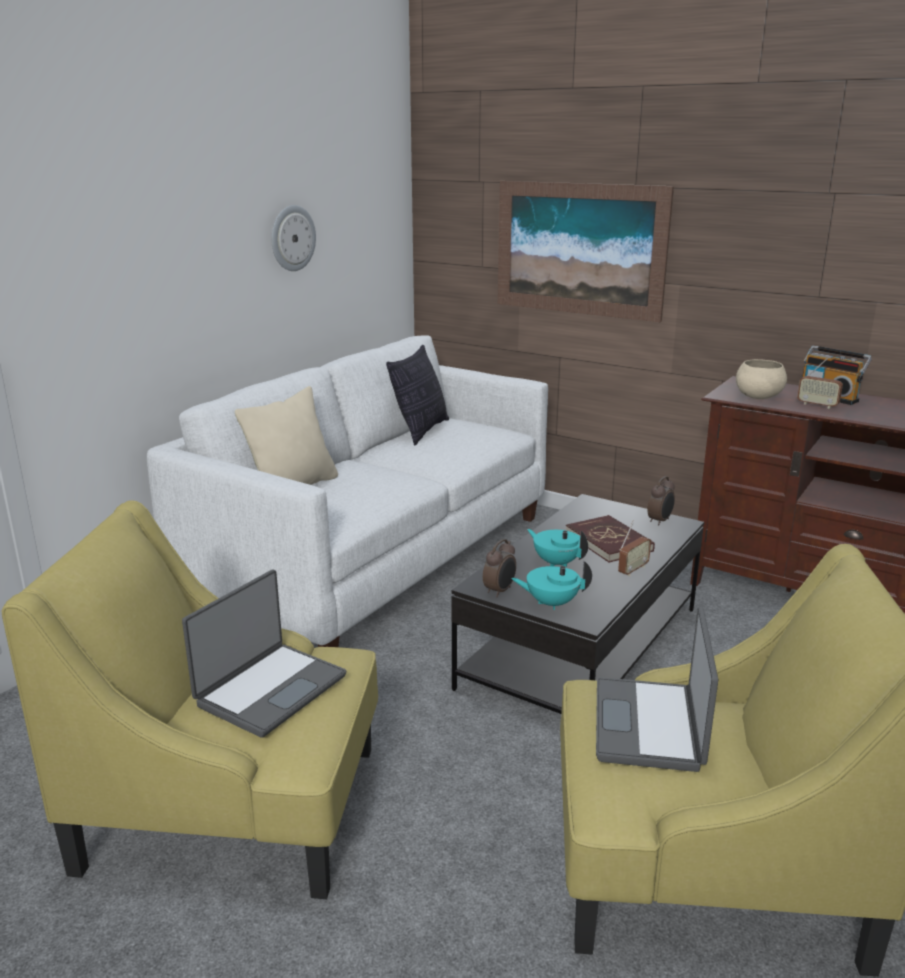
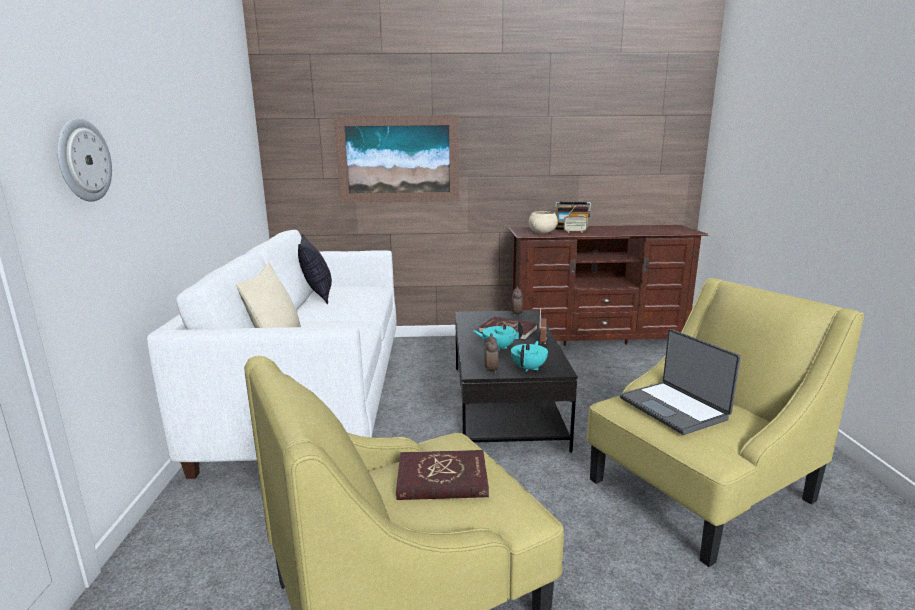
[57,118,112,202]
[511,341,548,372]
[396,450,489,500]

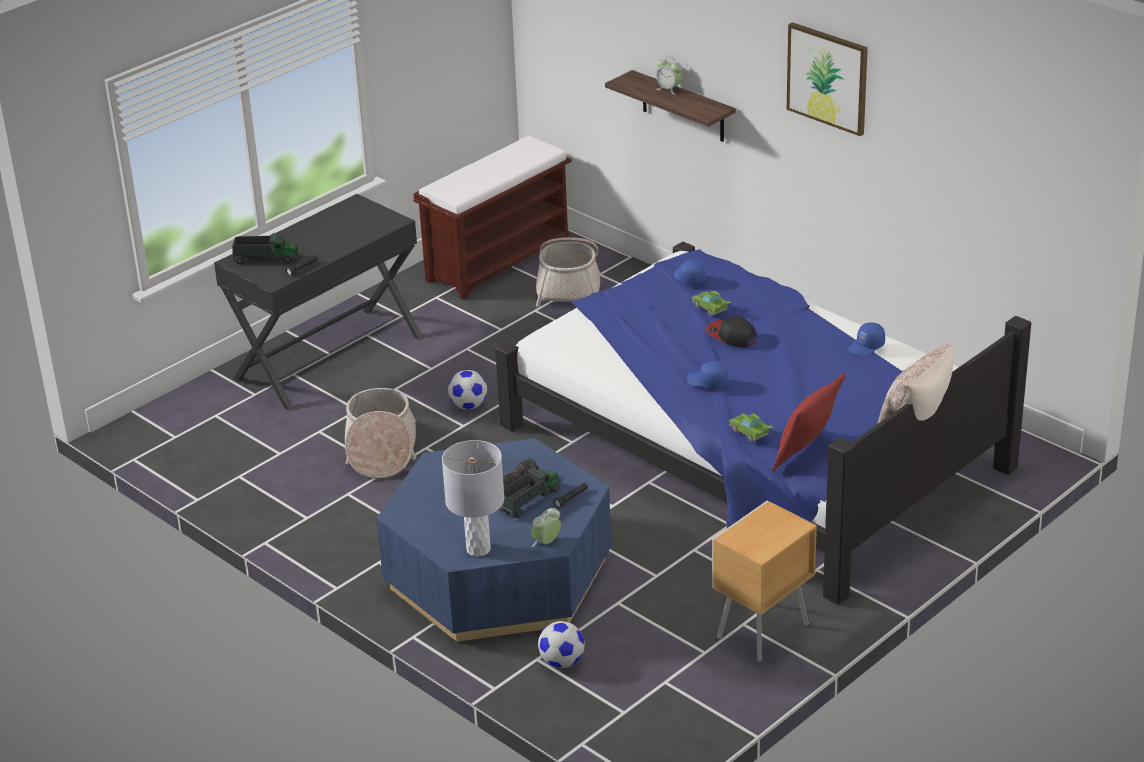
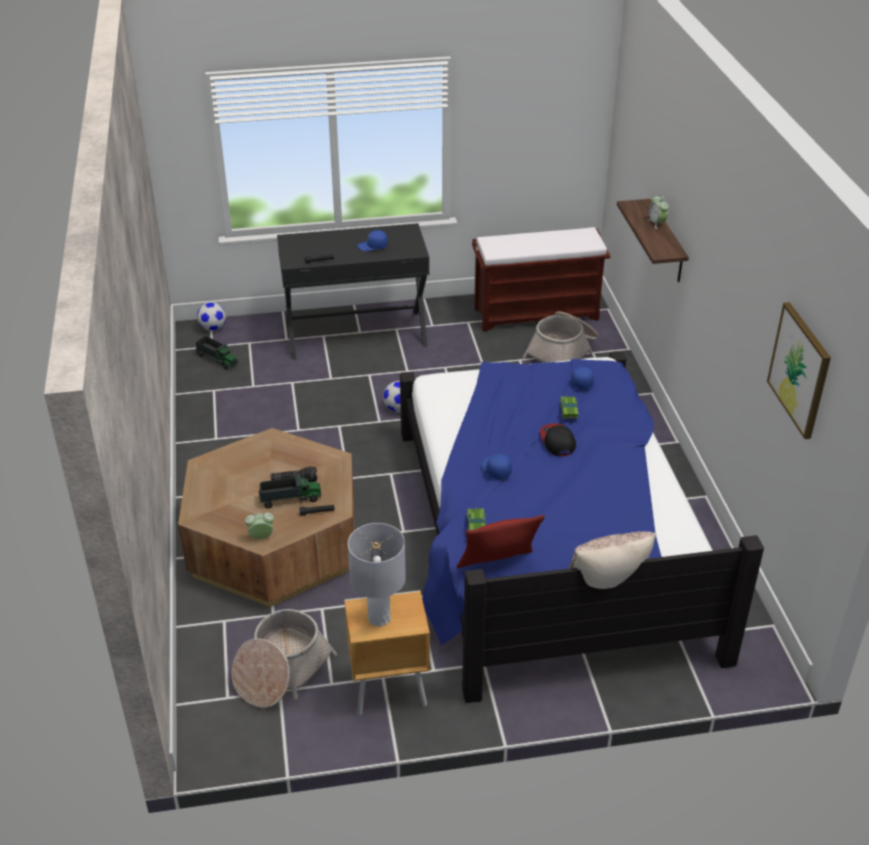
[767,302,831,439]
[196,336,238,369]
[358,230,388,251]
[231,609,337,708]
[178,428,354,607]
[348,523,406,627]
[197,302,226,331]

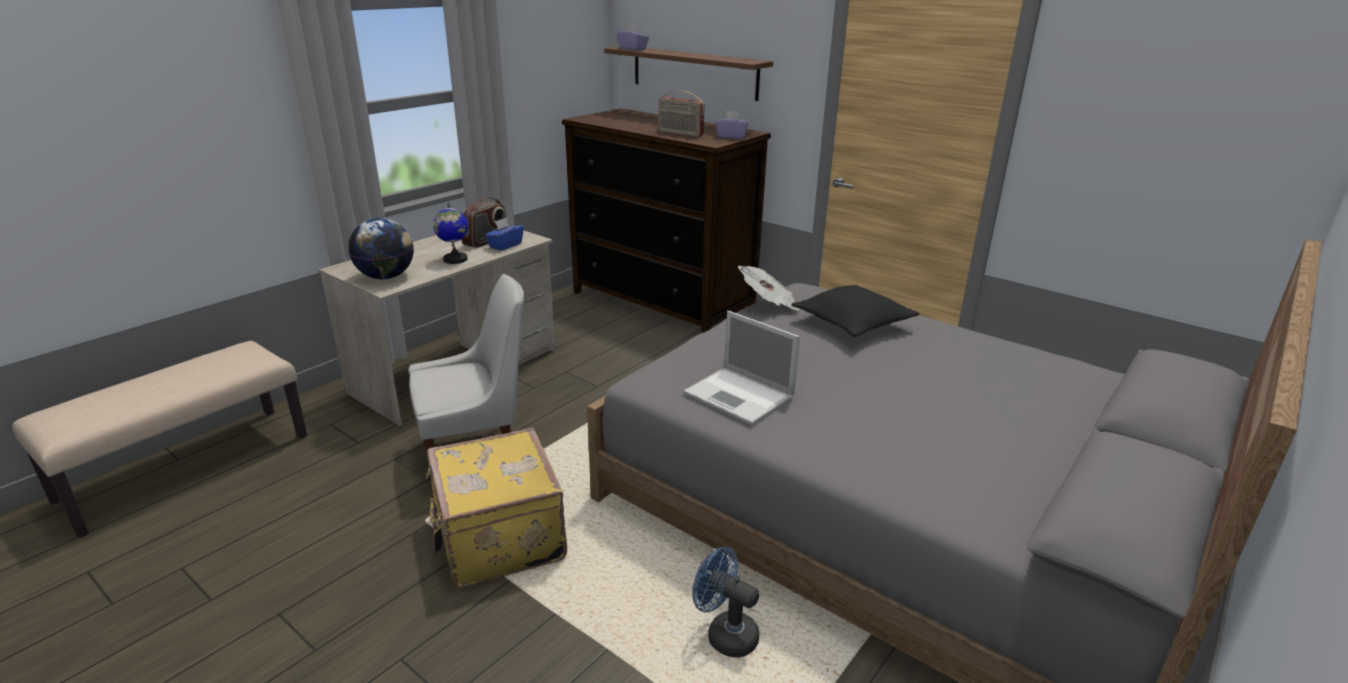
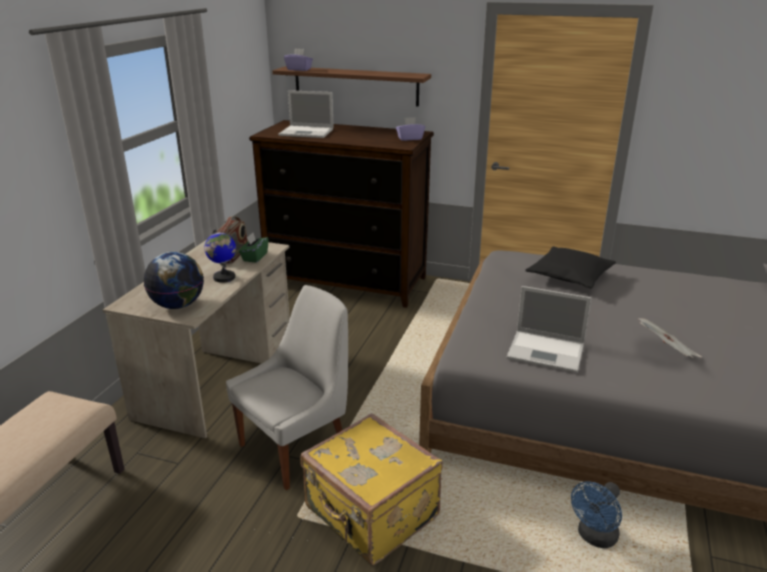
[658,90,705,137] (first image)
[239,233,269,263]
[639,318,702,358]
[571,481,622,548]
[279,90,334,138]

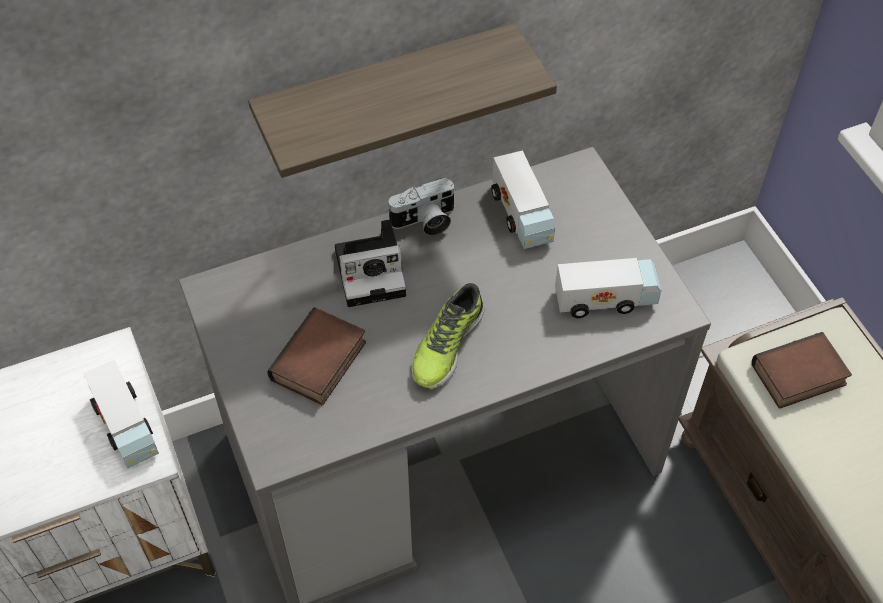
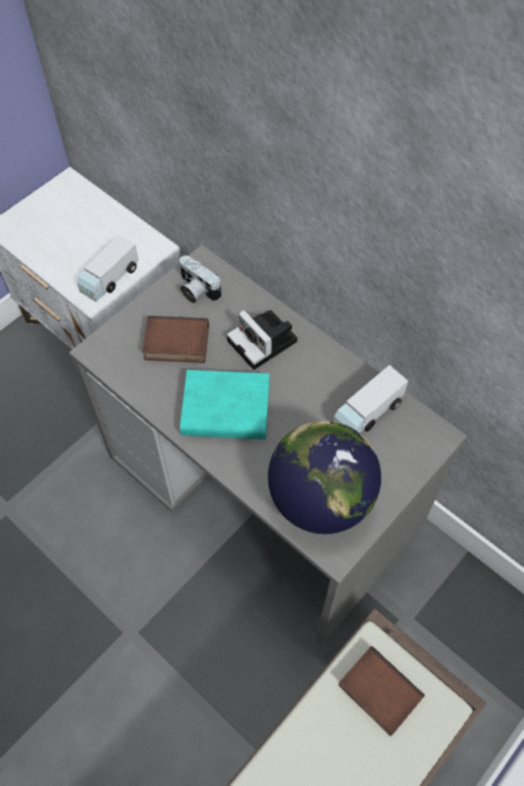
[248,23,557,178] (first image)
[180,255,221,303]
[268,420,381,534]
[180,370,269,440]

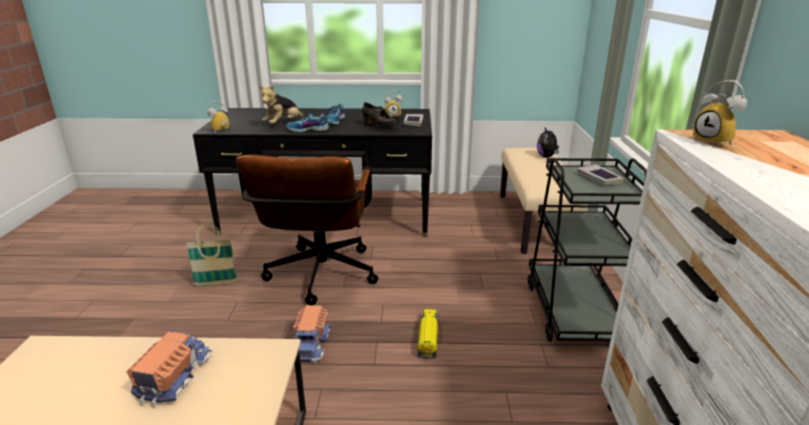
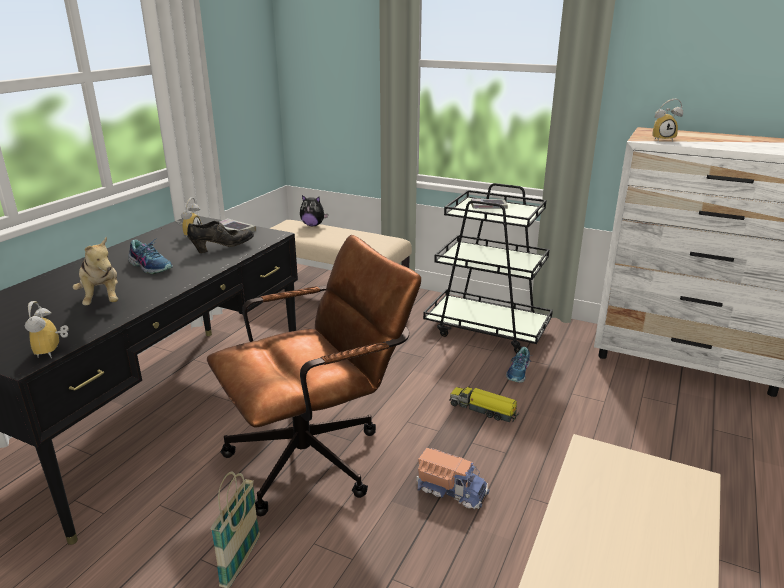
[506,347,530,382]
[207,235,421,516]
[126,330,213,408] (first image)

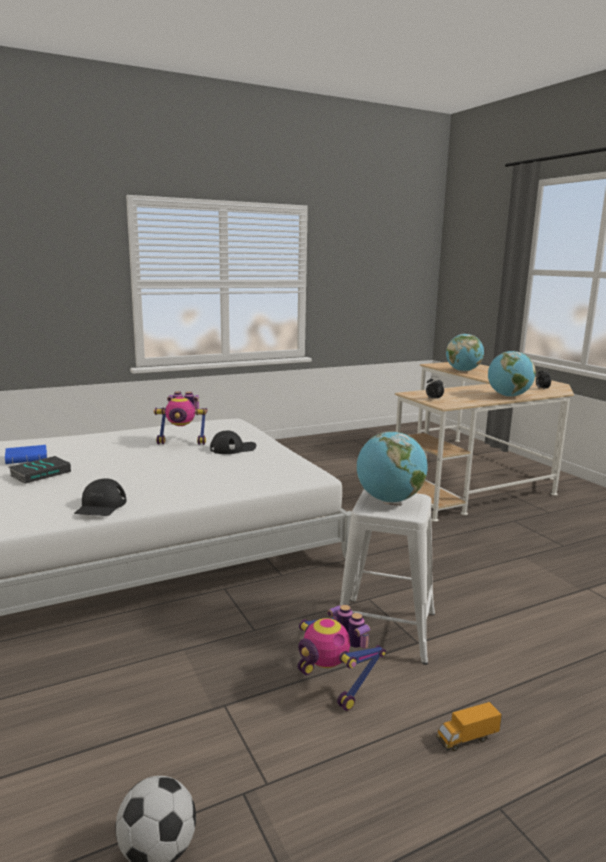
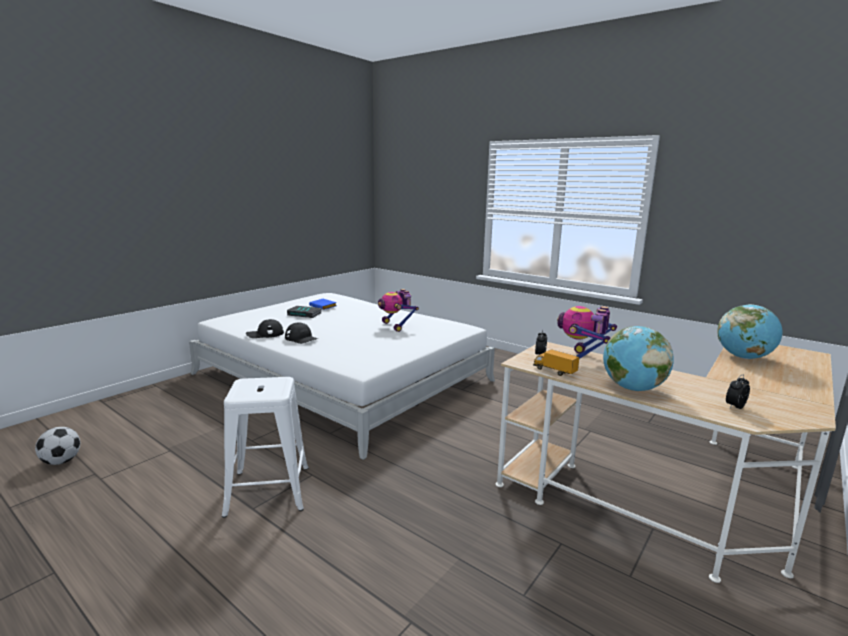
[285,323,318,344]
[357,431,428,502] (first image)
[557,306,617,359]
[533,349,579,376]

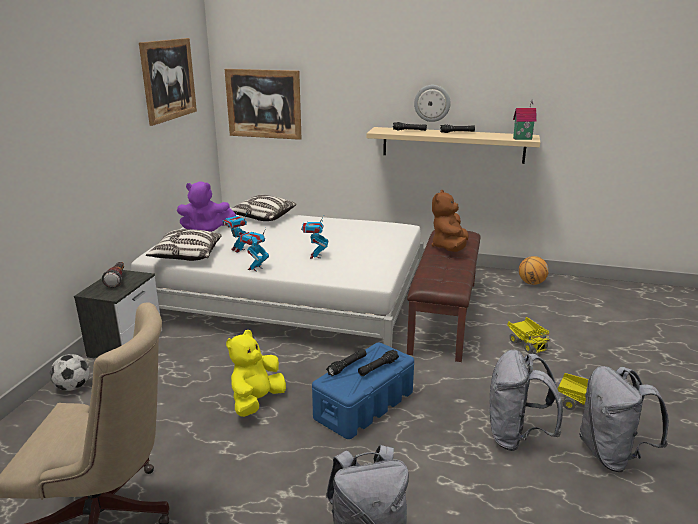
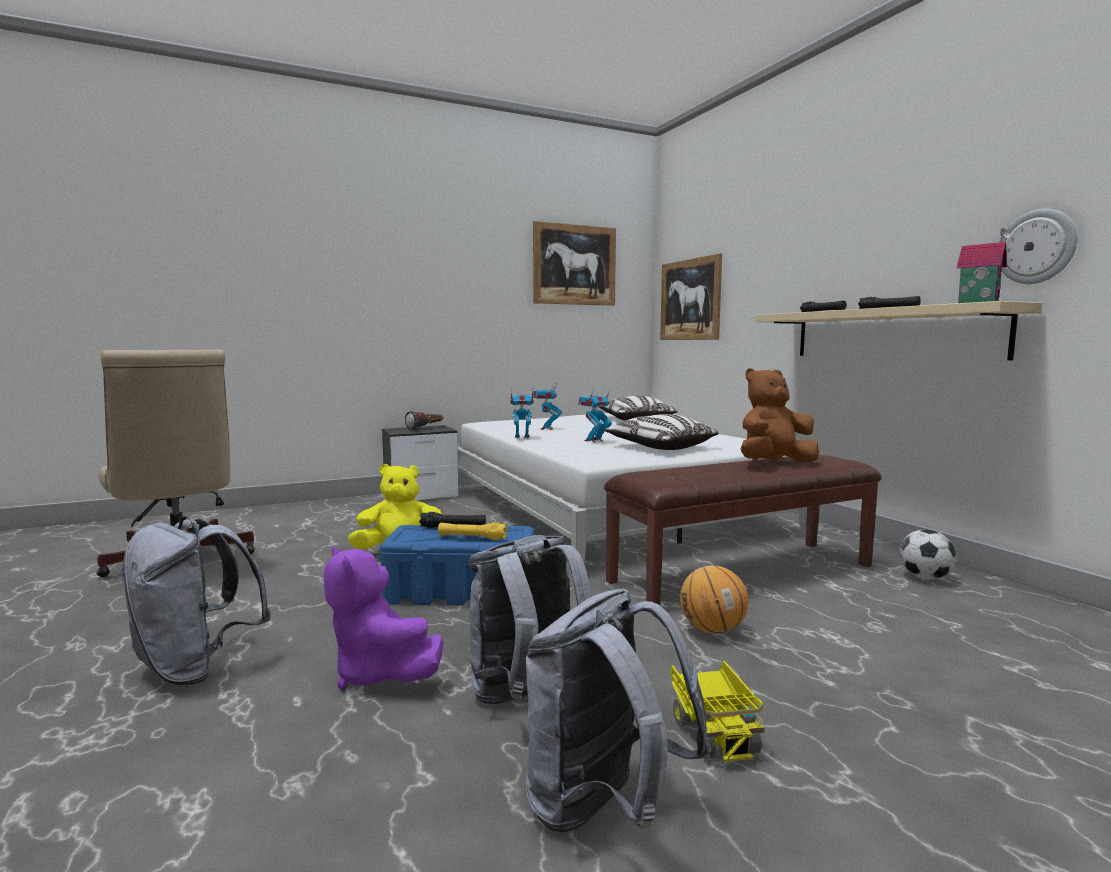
[999,209,1078,284]
[324,546,443,690]
[604,414,719,450]
[680,565,748,634]
[507,317,550,353] (first image)
[438,522,508,540]
[899,529,957,580]

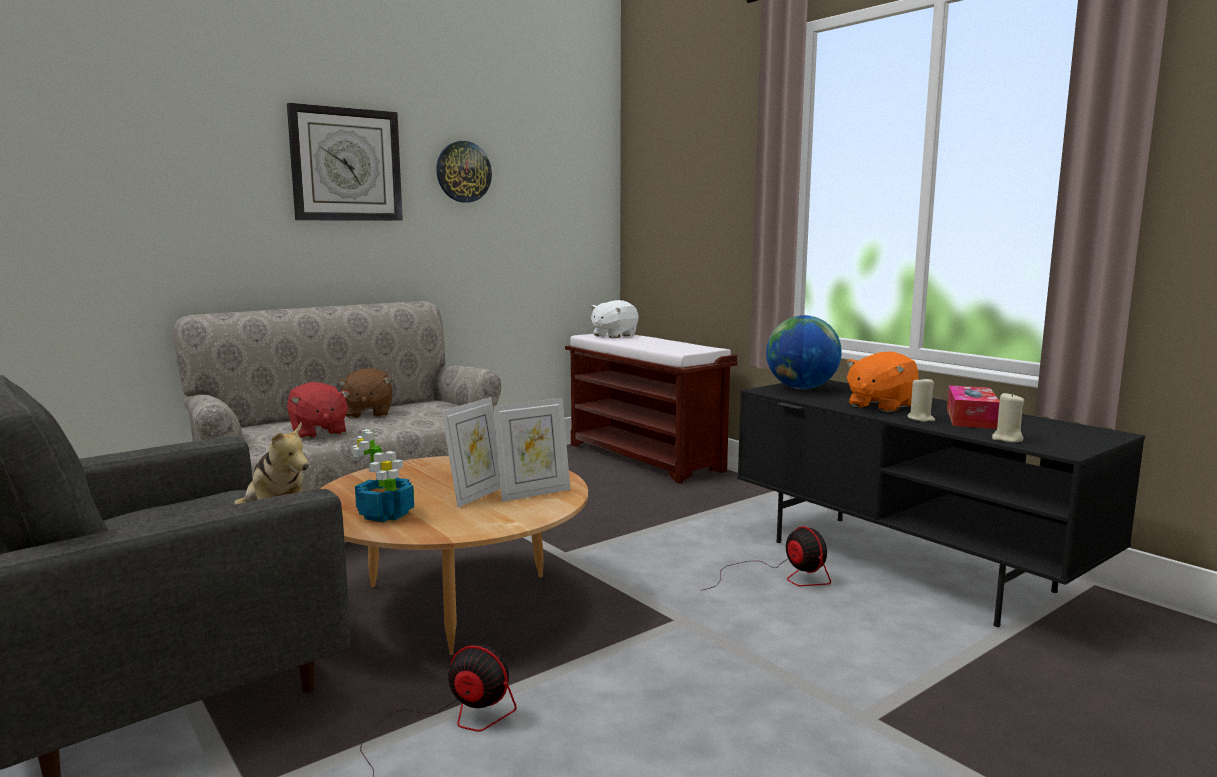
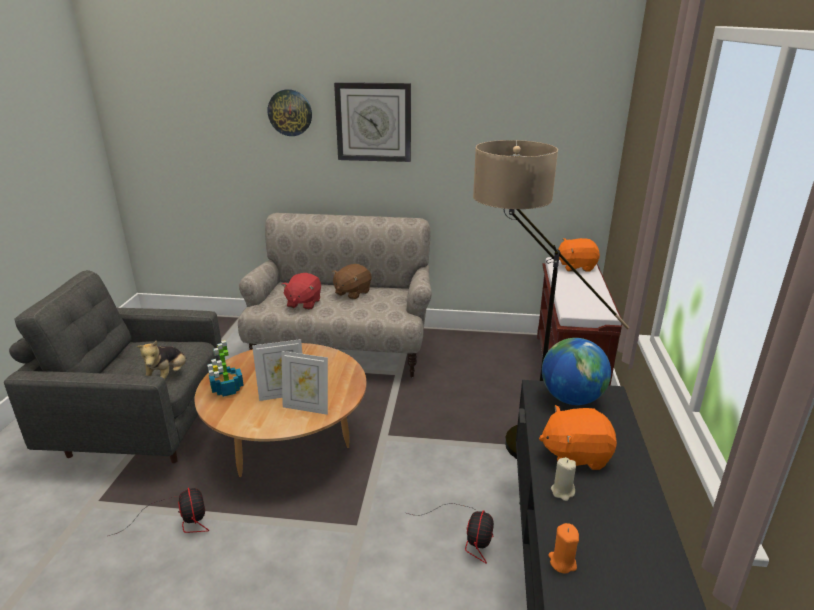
[268,89,312,136]
[558,238,600,272]
[947,385,1000,429] (first image)
[548,523,579,574]
[473,140,629,459]

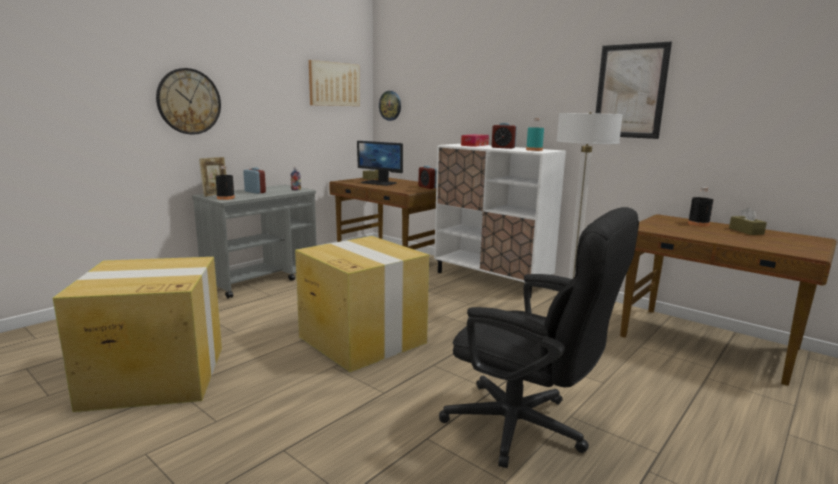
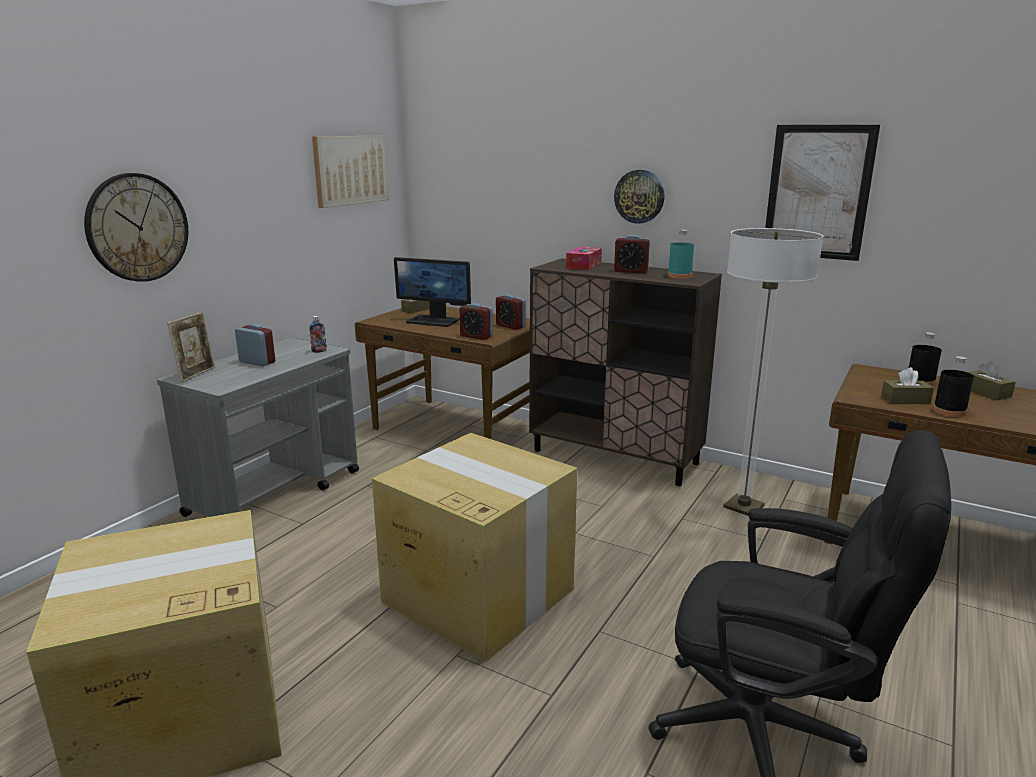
[614,170,664,224]
[529,258,722,486]
[933,356,974,417]
[460,303,493,340]
[881,367,934,404]

